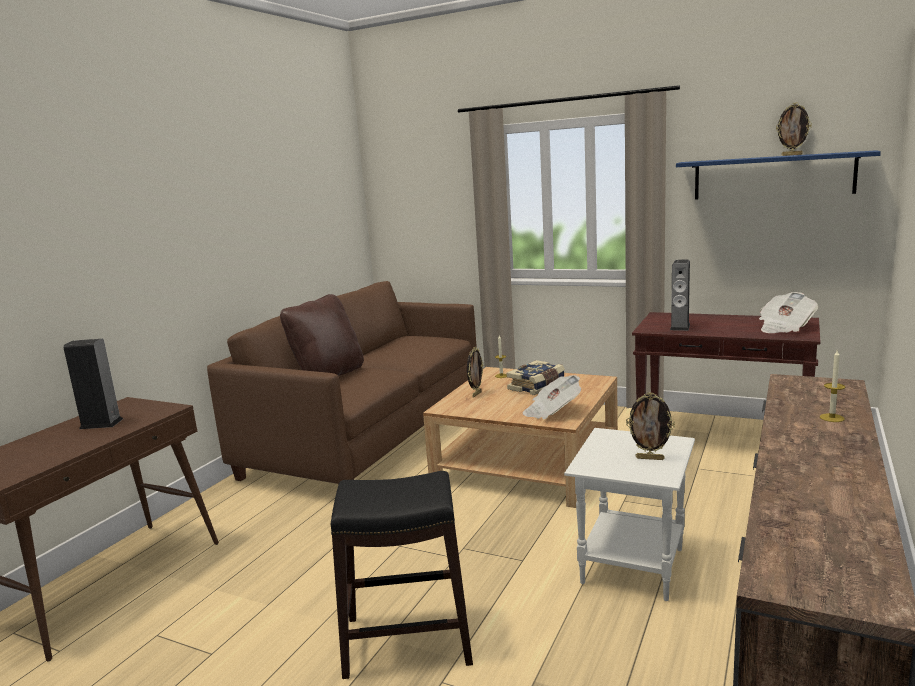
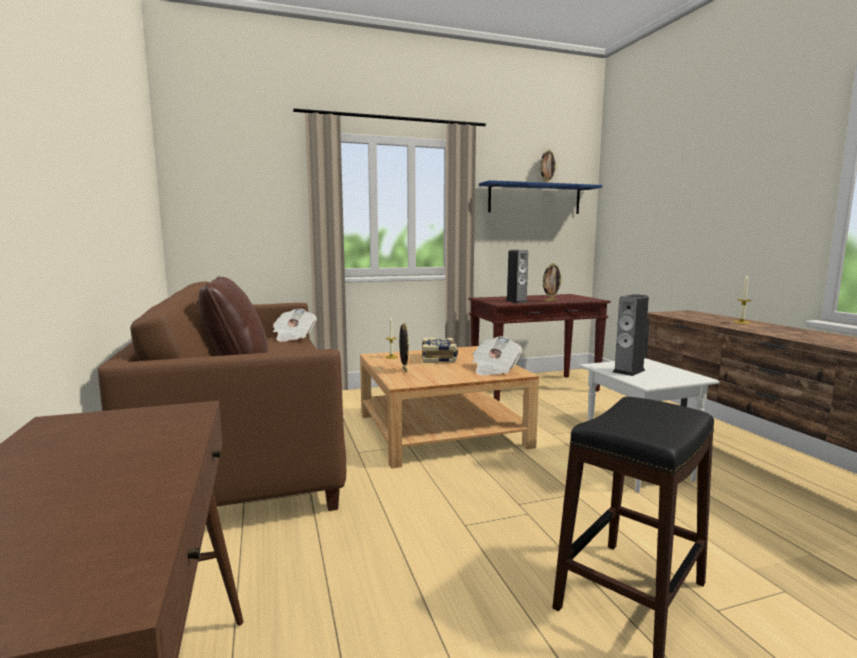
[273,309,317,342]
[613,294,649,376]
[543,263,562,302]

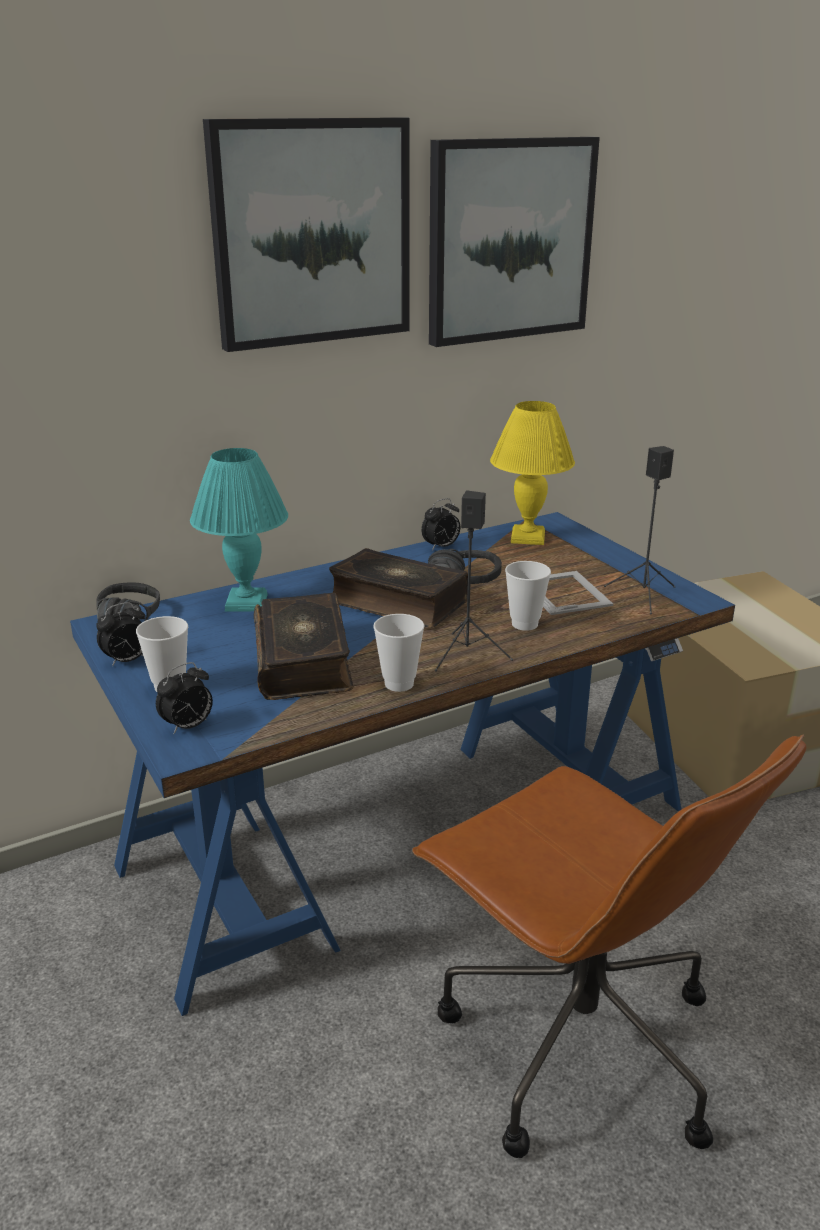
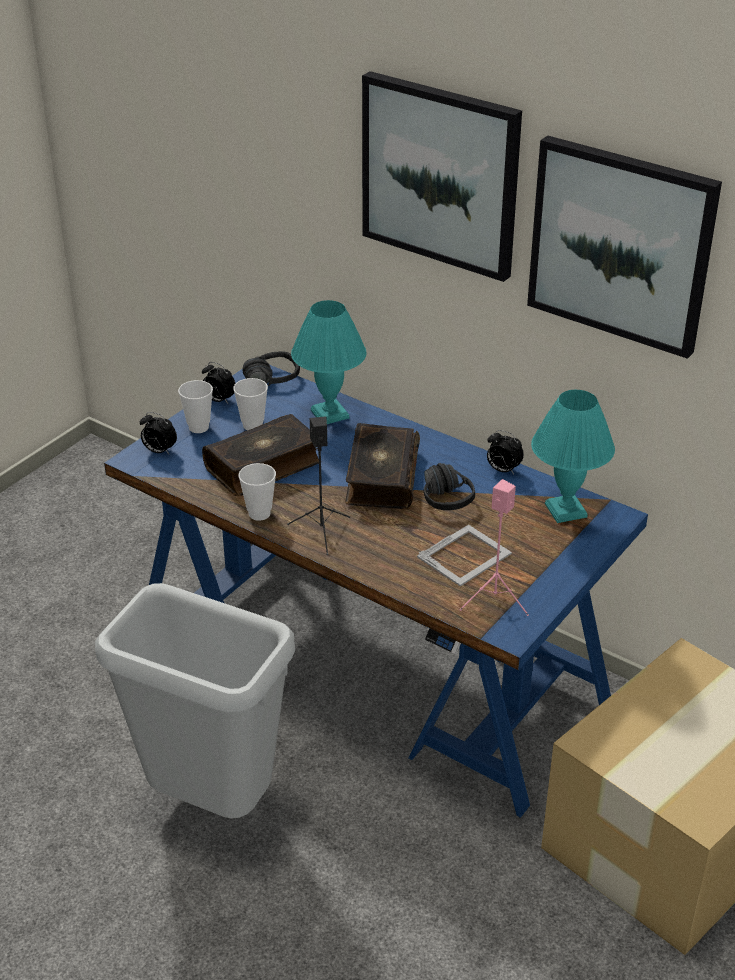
[531,390,615,523]
[459,479,529,616]
[233,378,268,430]
[95,583,295,819]

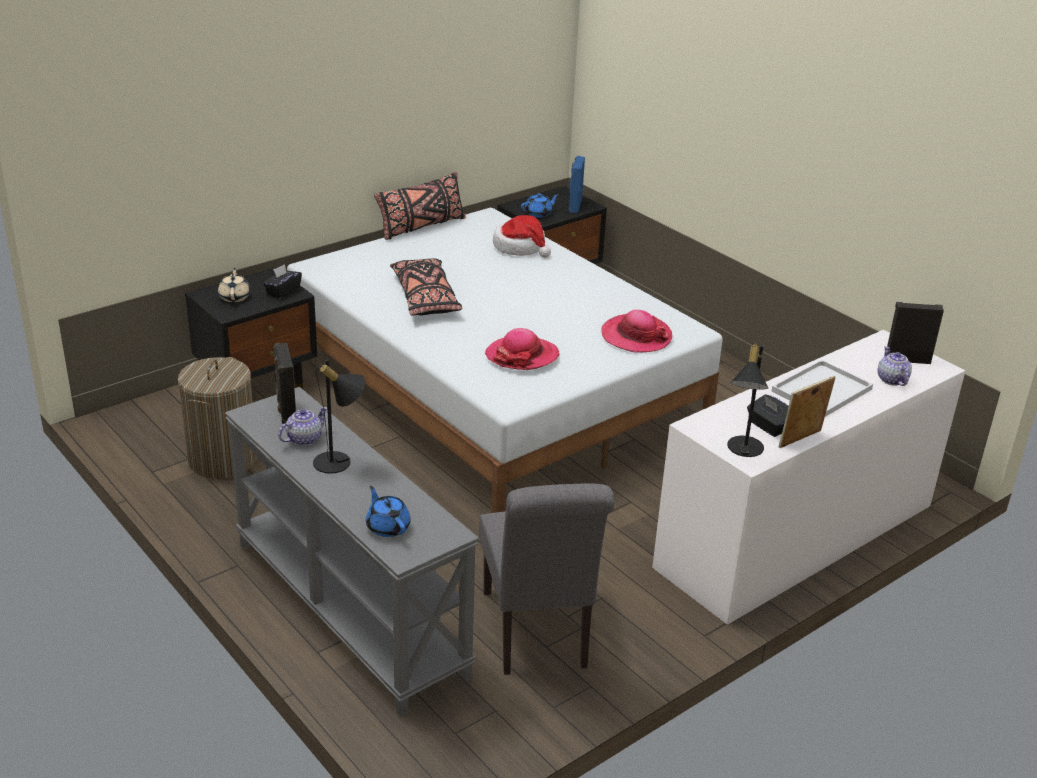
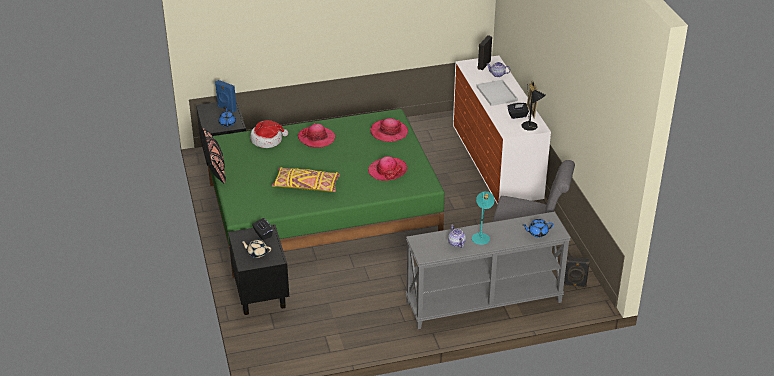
[208,109,445,278]
[272,167,340,192]
[564,257,590,287]
[178,357,257,479] (first image)
[472,191,495,245]
[298,124,335,148]

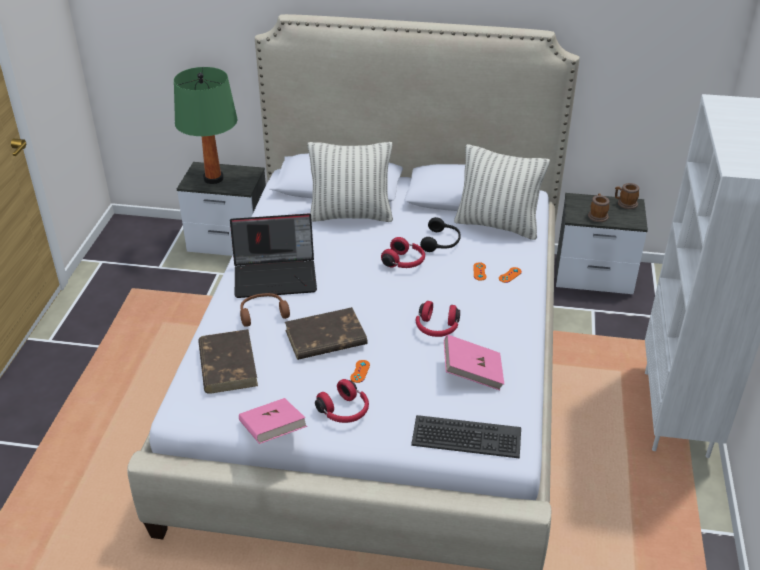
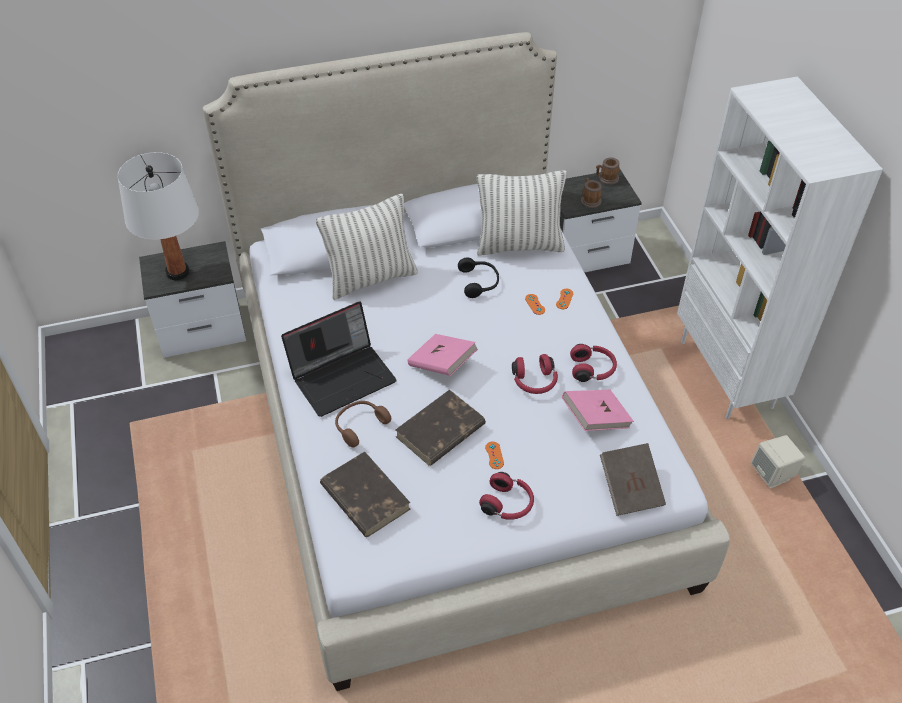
[118,152,199,280]
[570,344,617,382]
[408,334,478,376]
[600,443,666,516]
[751,435,805,488]

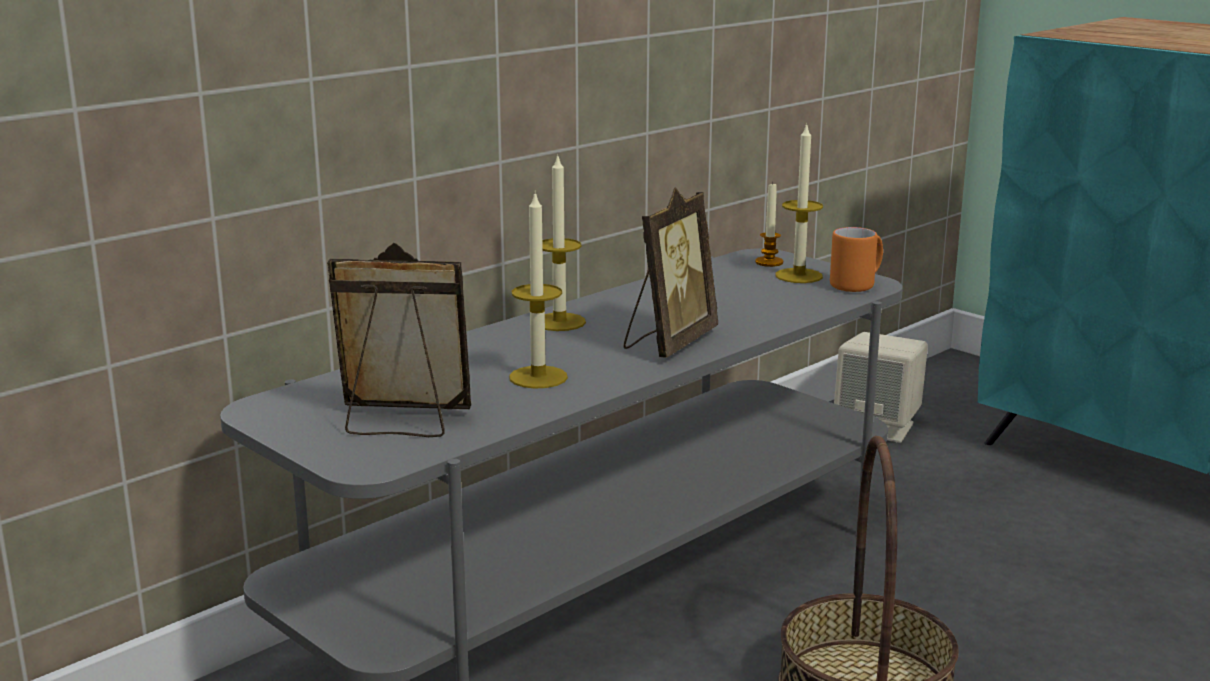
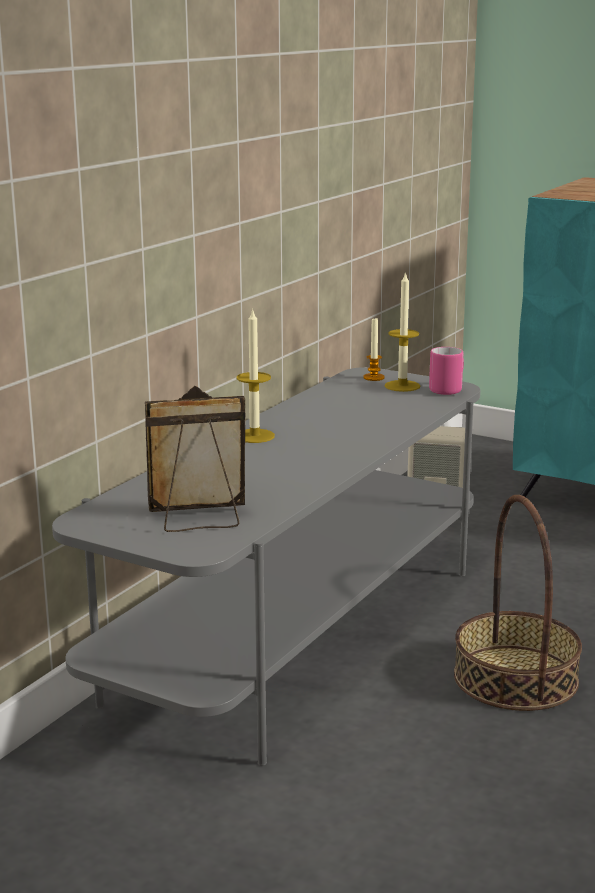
[624,188,718,357] (first image)
[509,192,568,389] (first image)
[429,347,464,395]

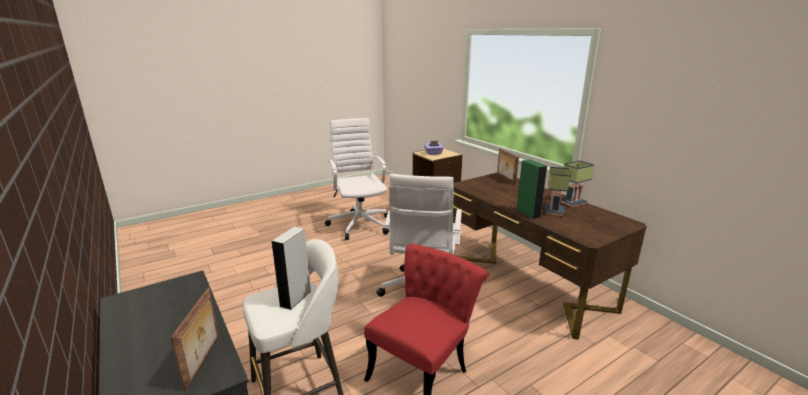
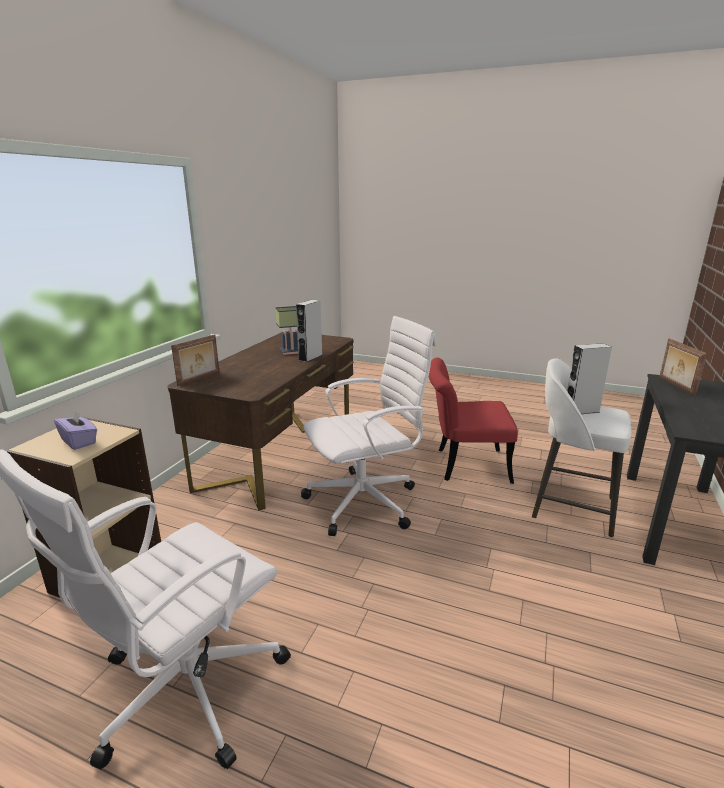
[296,300,322,362]
[561,161,594,207] (first image)
[659,338,707,396]

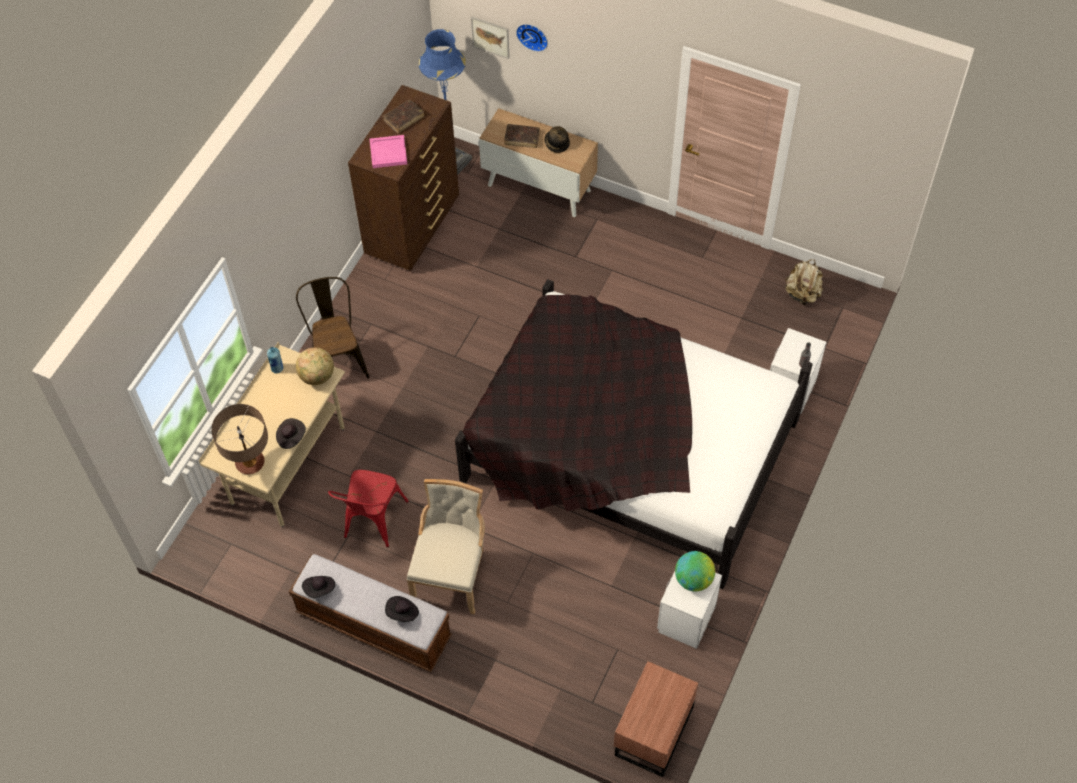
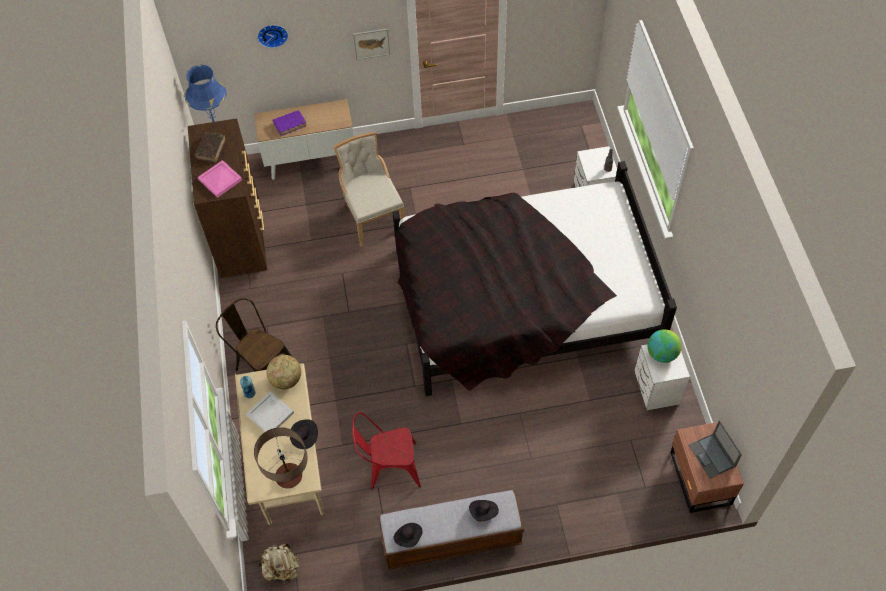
[353,28,390,60]
[273,110,307,136]
[544,126,570,153] (first image)
[259,543,299,585]
[352,412,421,489]
[333,131,405,247]
[246,391,294,432]
[689,420,742,479]

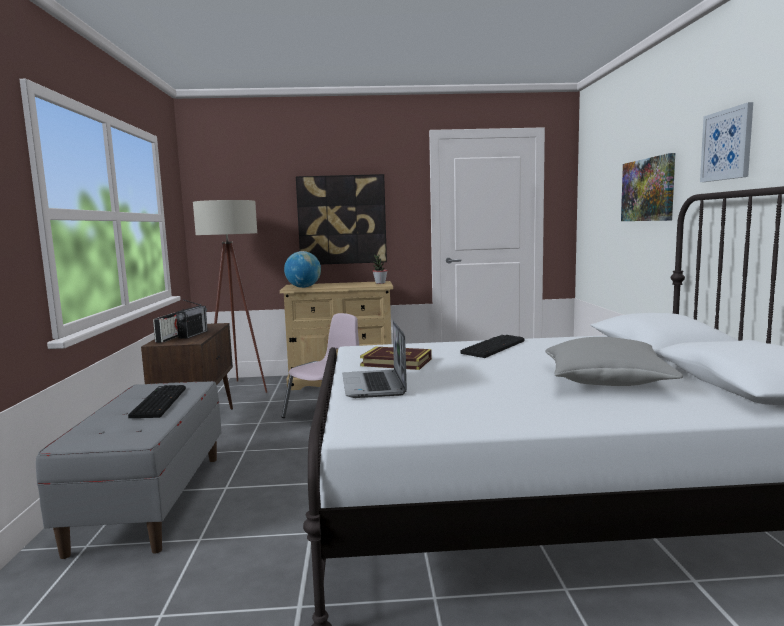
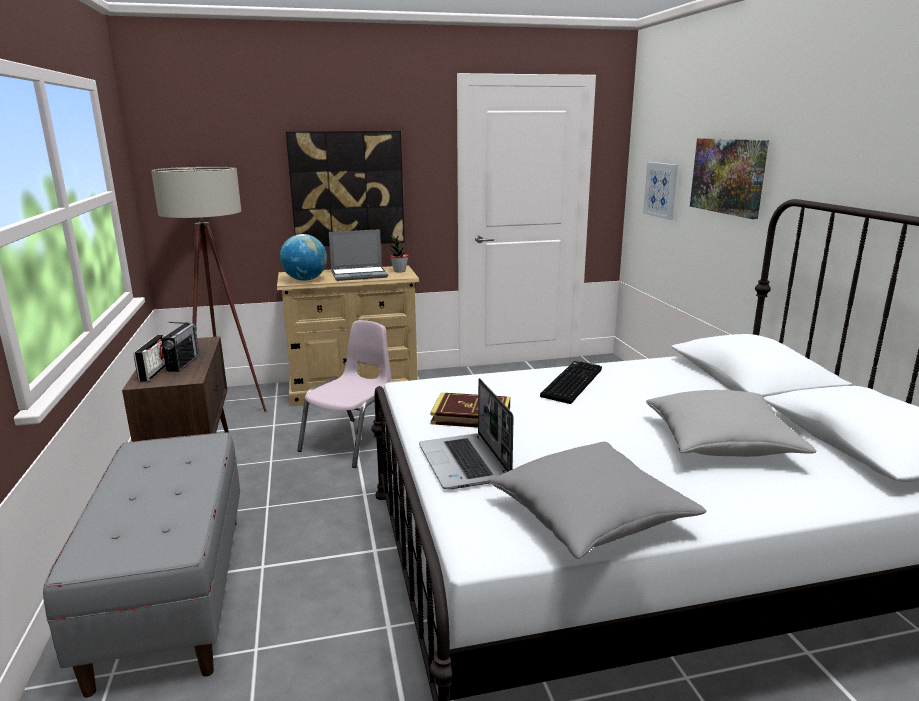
[643,162,678,220]
[128,385,186,418] (first image)
[329,229,388,281]
[489,442,706,559]

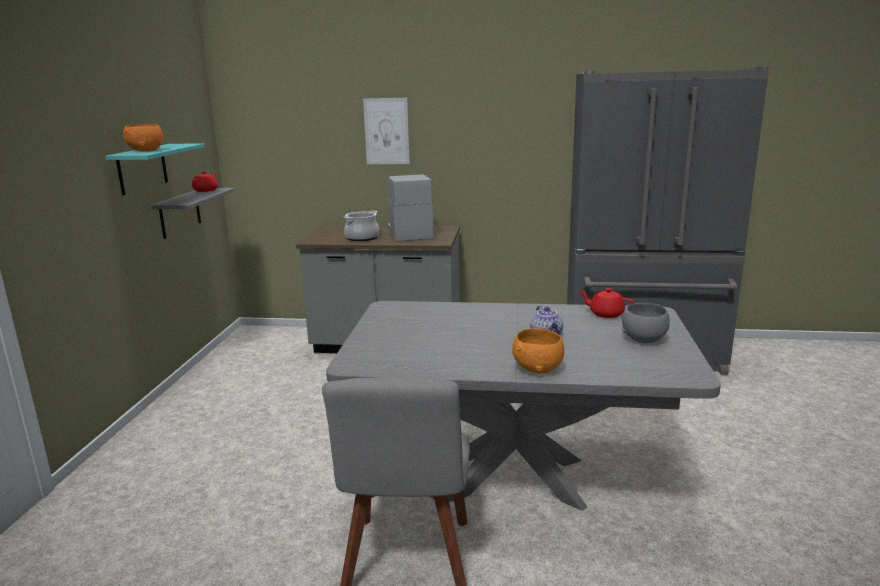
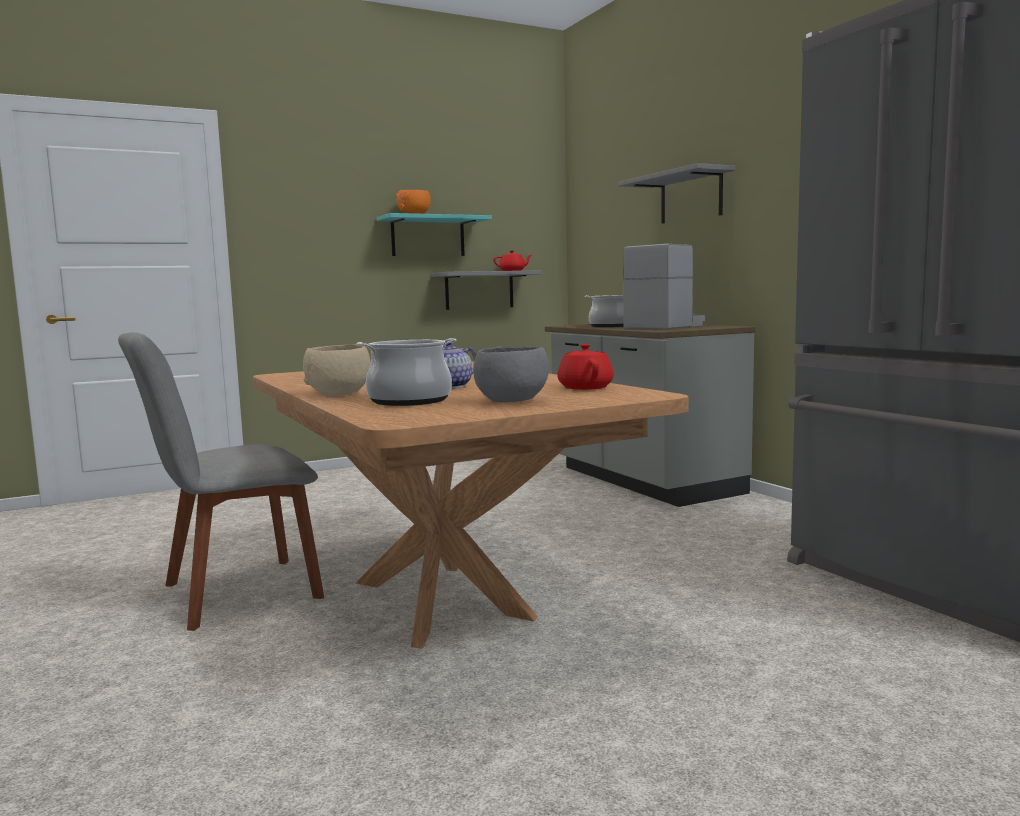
[618,163,735,224]
[253,362,688,649]
[303,344,371,396]
[356,338,456,406]

